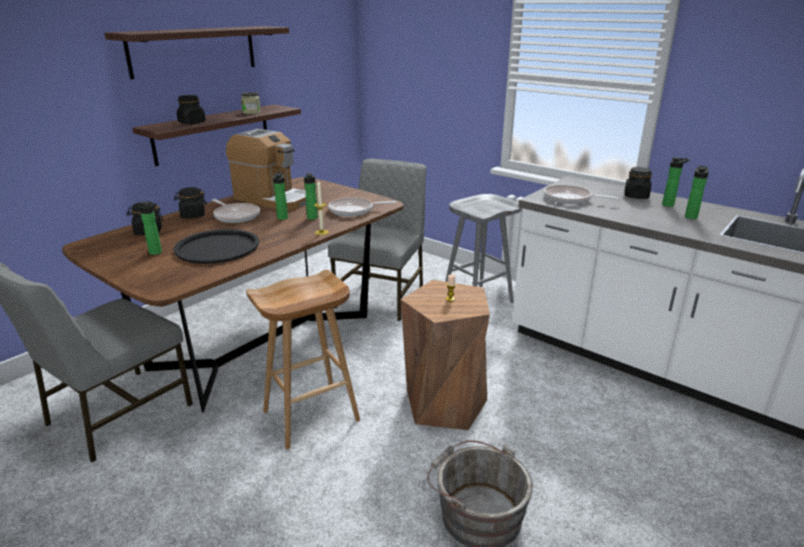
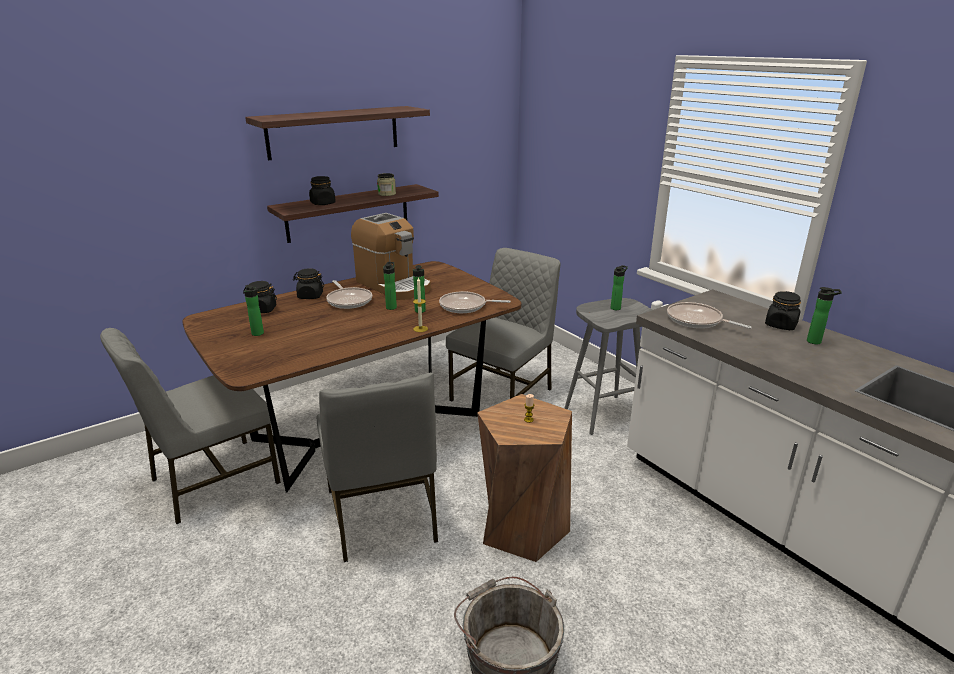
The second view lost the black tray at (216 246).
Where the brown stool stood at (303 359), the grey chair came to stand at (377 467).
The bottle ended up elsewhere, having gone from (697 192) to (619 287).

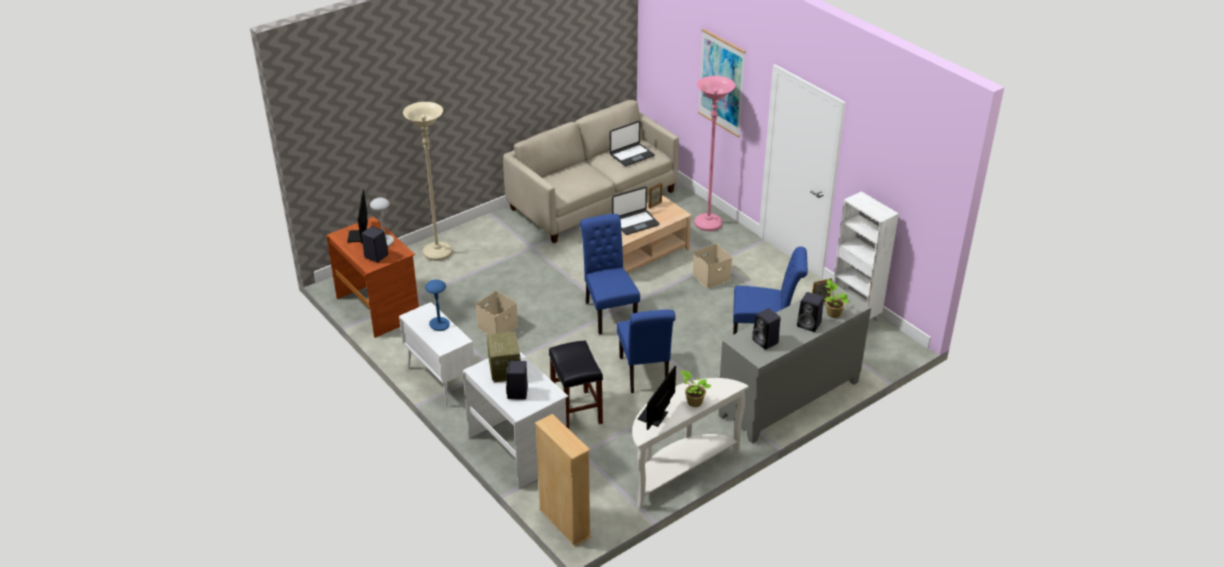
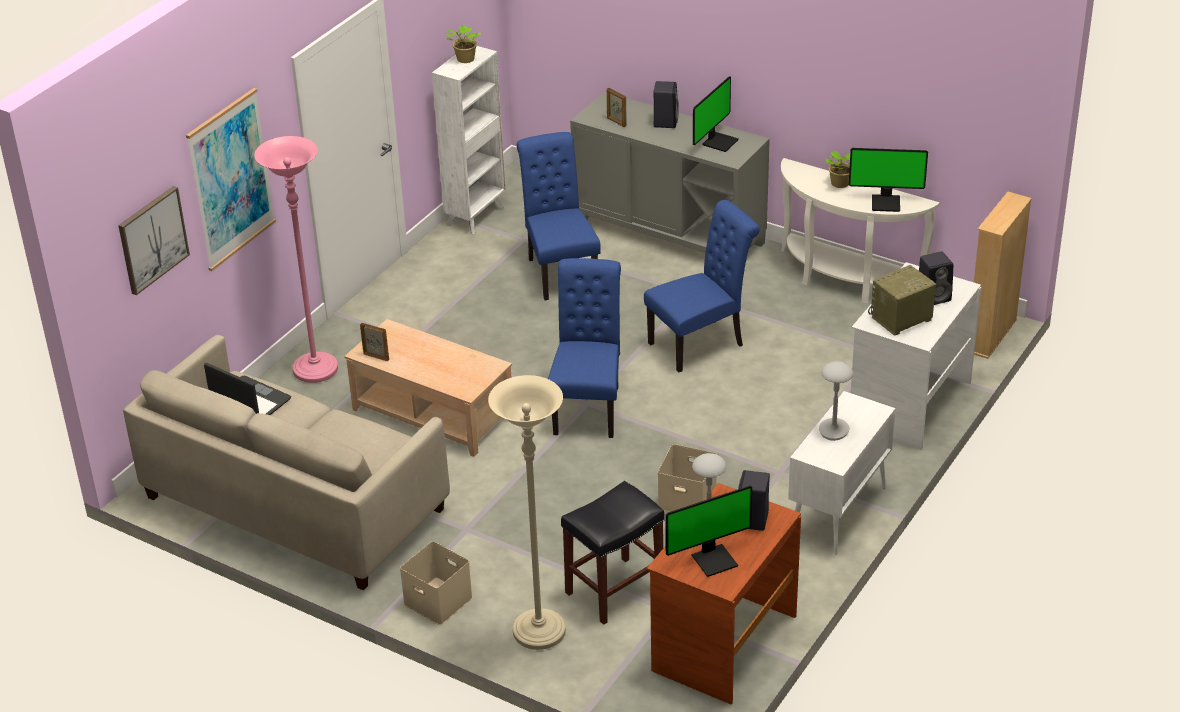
What was the blue table lamp at (437 305) turned into the grey table lamp at (836 401).
The black stool ended up elsewhere, having gone from (576 384) to (613 553).
The blue chair at (610 274) ended up facing another way, 135 degrees clockwise from before.
The second view lost the laptop at (636 211).
The beige storage box ended up elsewhere, having gone from (712 266) to (436 583).
Where the black speaker stood at (766 329), the monitor came to stand at (716 114).
The potted plant ended up elsewhere, having gone from (837 298) to (462 44).
The second view gained the picture at (154 240).

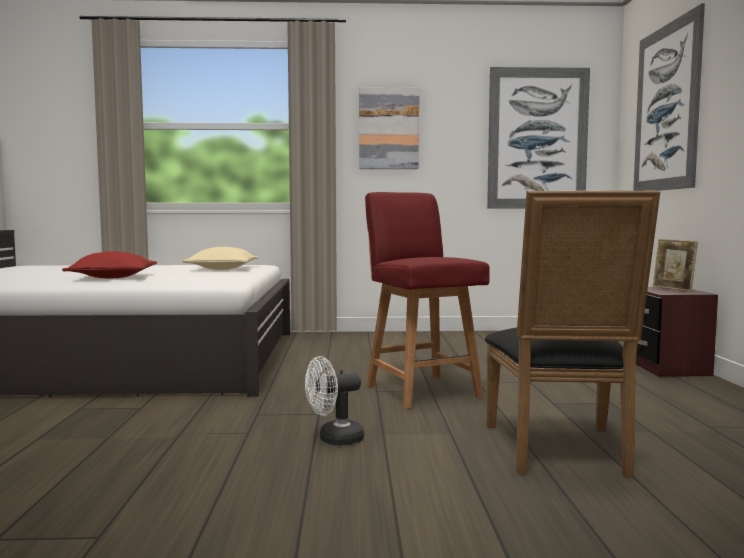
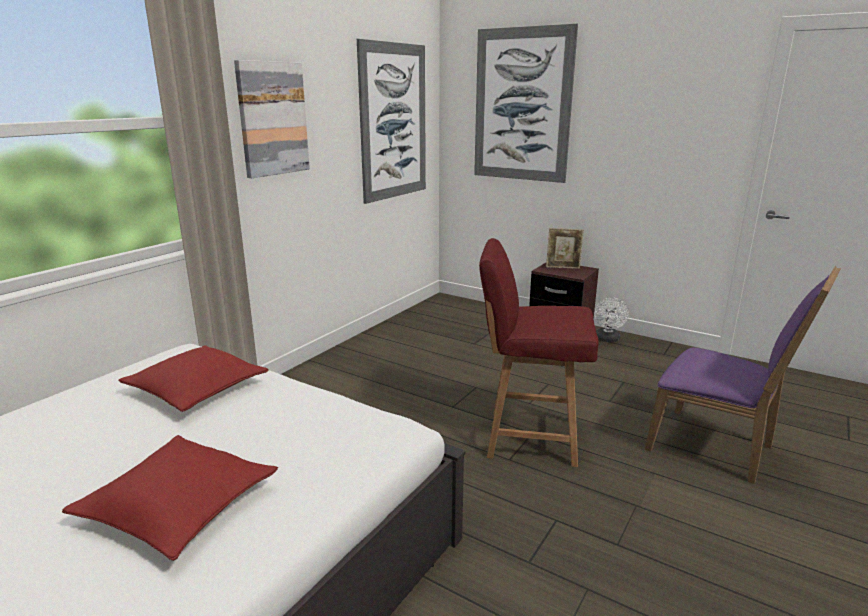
What was the beige pillow at (220 258) turned into the red pillow at (194 378).
The white fan ended up elsewhere, having gone from (334 400) to (612 320).
What was the black chair at (572 334) turned into the purple chair at (743 375).

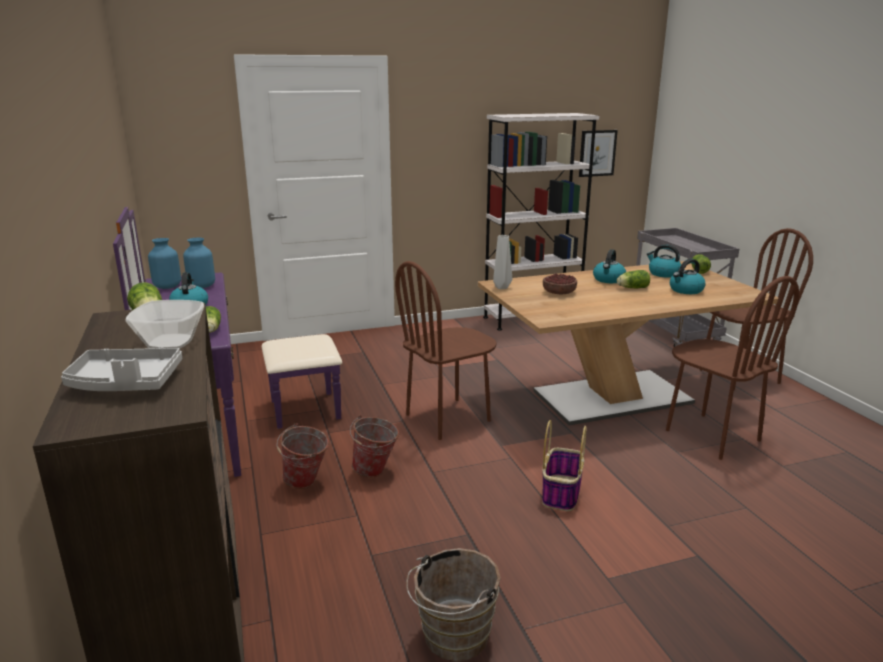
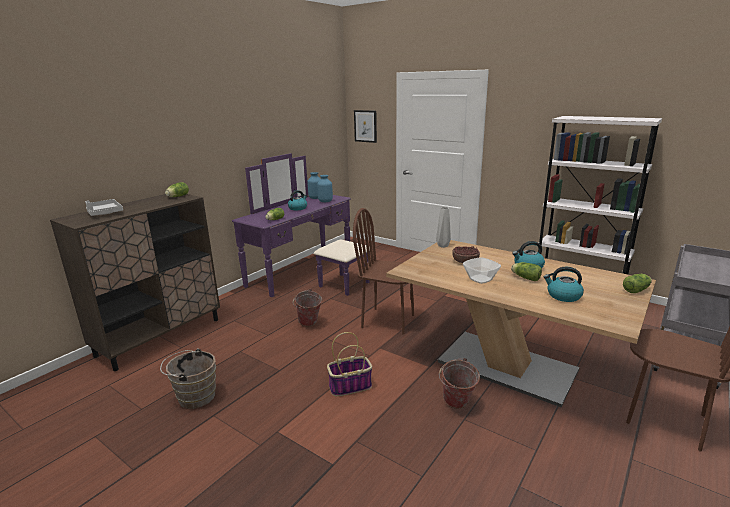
The bowl ended up elsewhere, having gone from (165 324) to (482 270).
The bucket ended up elsewhere, having gone from (303 456) to (459 383).
The picture ended up elsewhere, having gone from (598 153) to (365 126).
The second view lost the kettle at (664 261).
The second view lost the brown chair at (732 368).

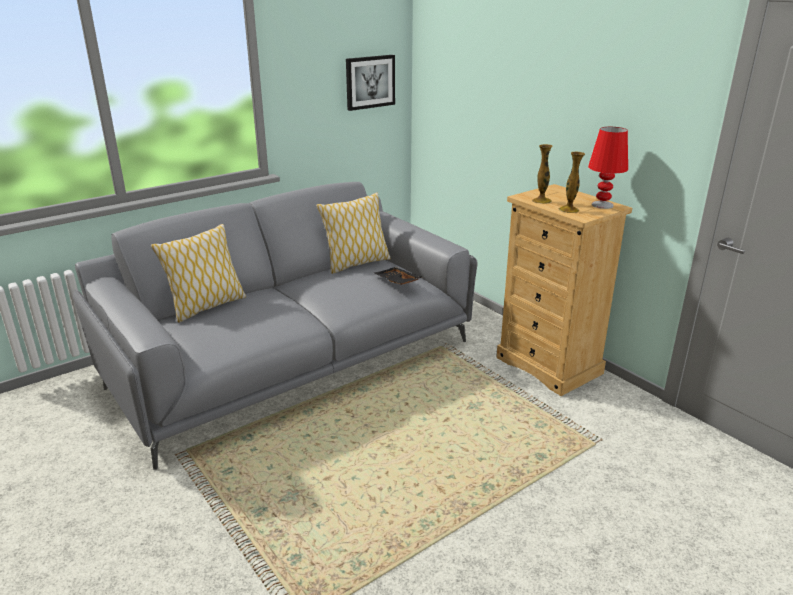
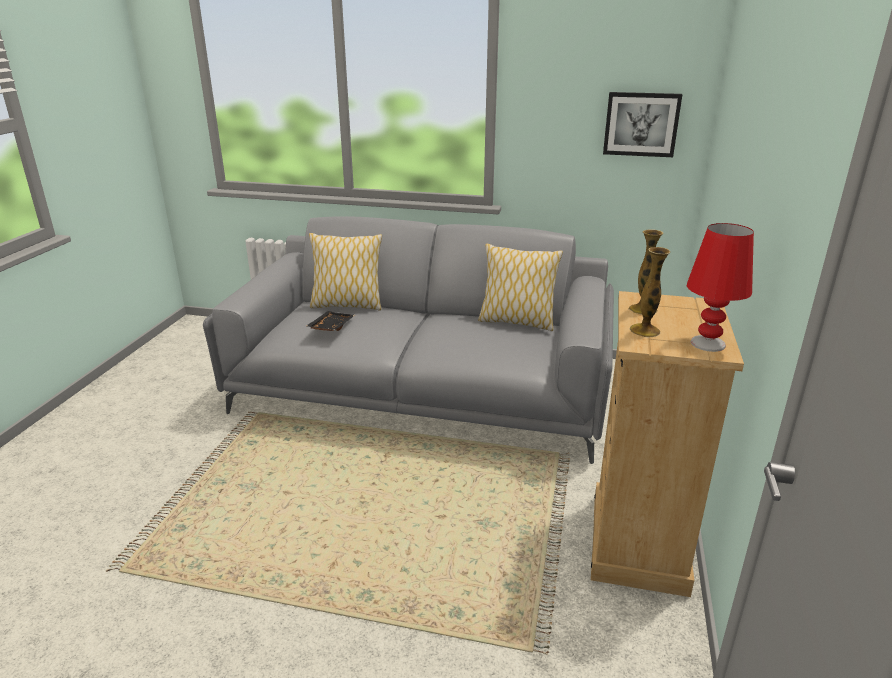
The black tray ended up elsewhere, having gone from (398 276) to (330 321).

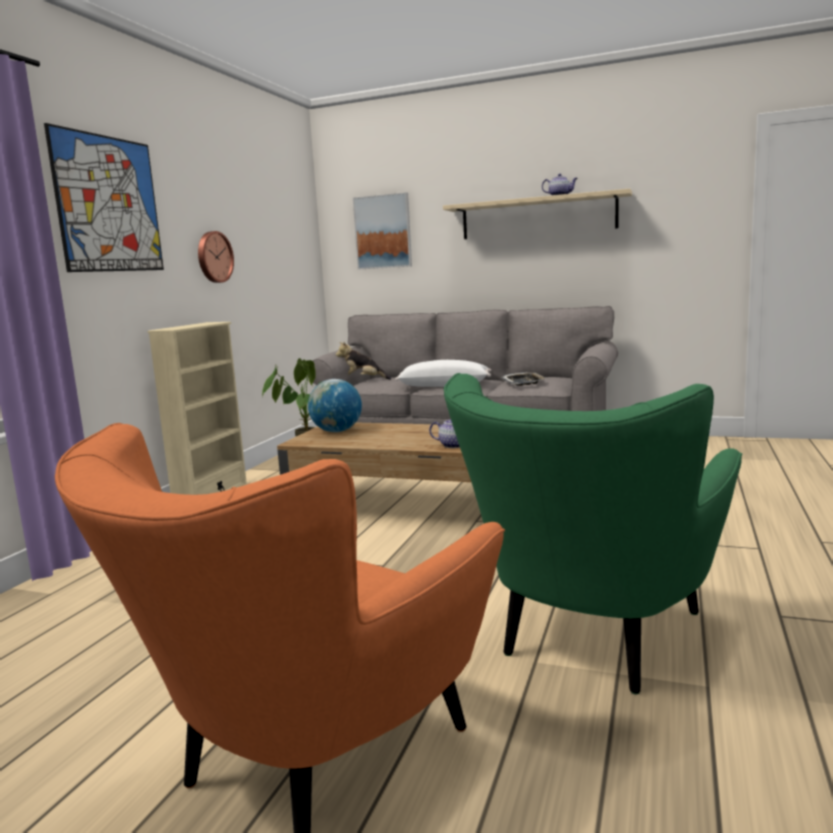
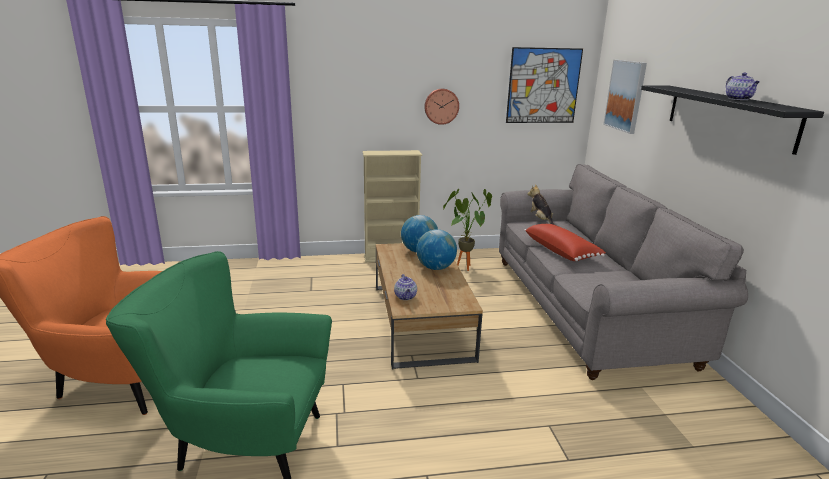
The picture ended up elsewhere, having gone from (104 197) to (544 85).
What was the white pillow at (443 373) turned into the red pillow at (565 242).
What was the beige shelf at (537 214) turned into the black shelf at (732 120).
The second view lost the tray at (523 379).
The second view gained the globe at (436 249).

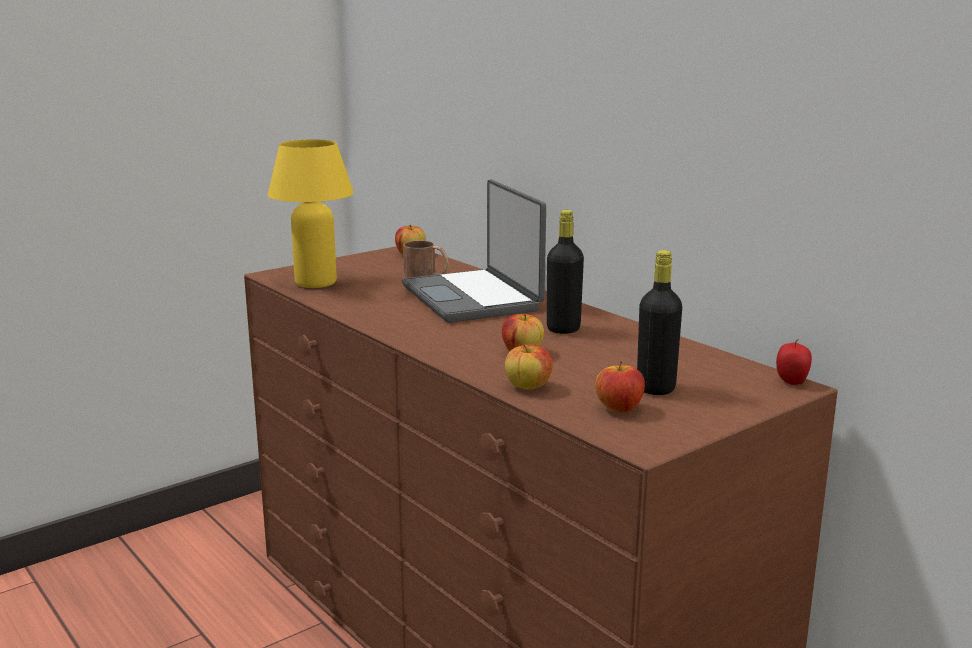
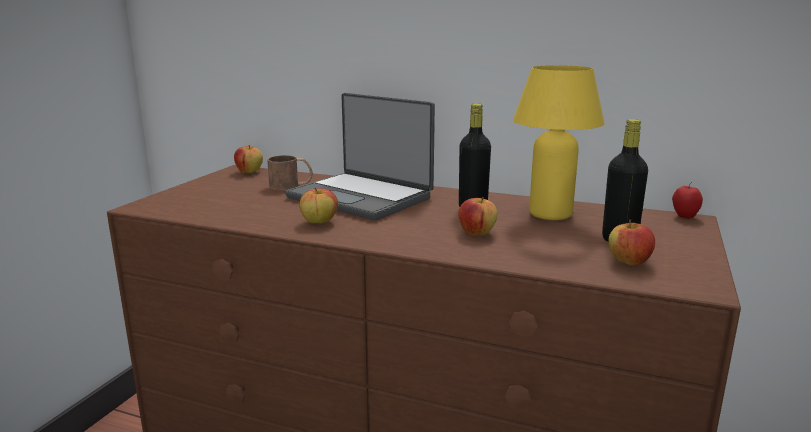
The yellow table lamp ended up elsewhere, having gone from (311 213) to (559 142).
The apple ended up elsewhere, having gone from (529 367) to (318 206).

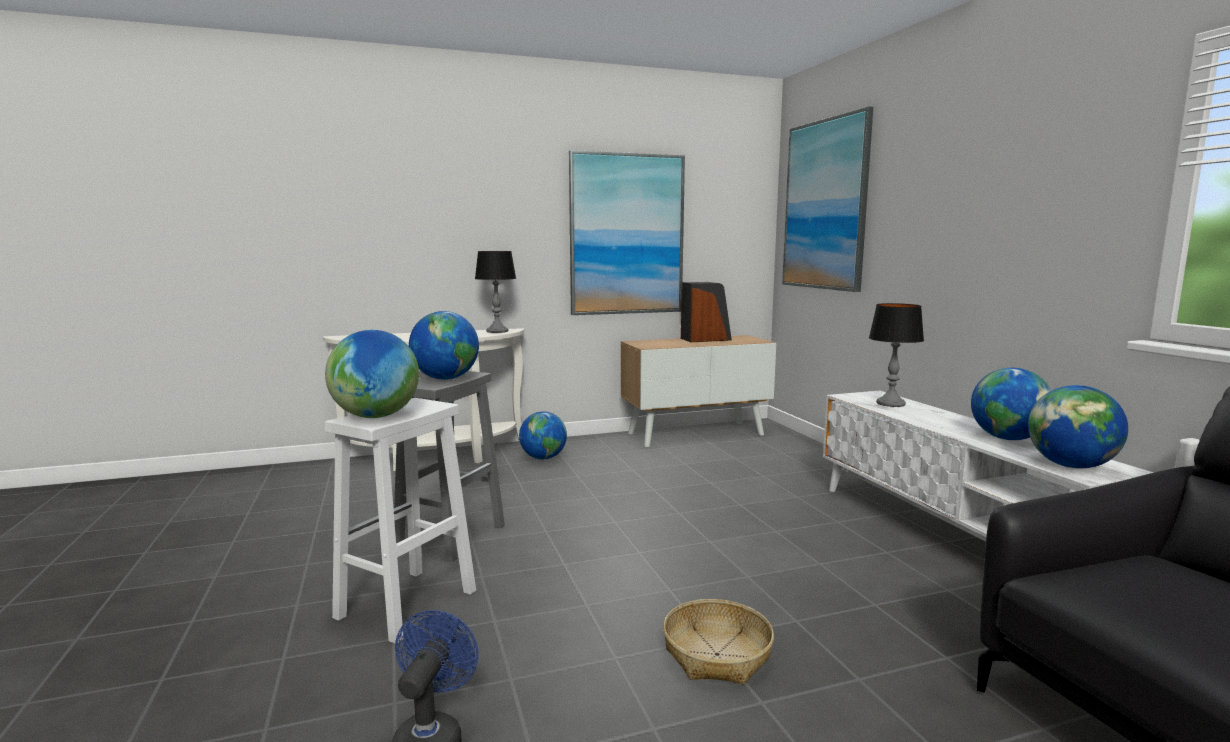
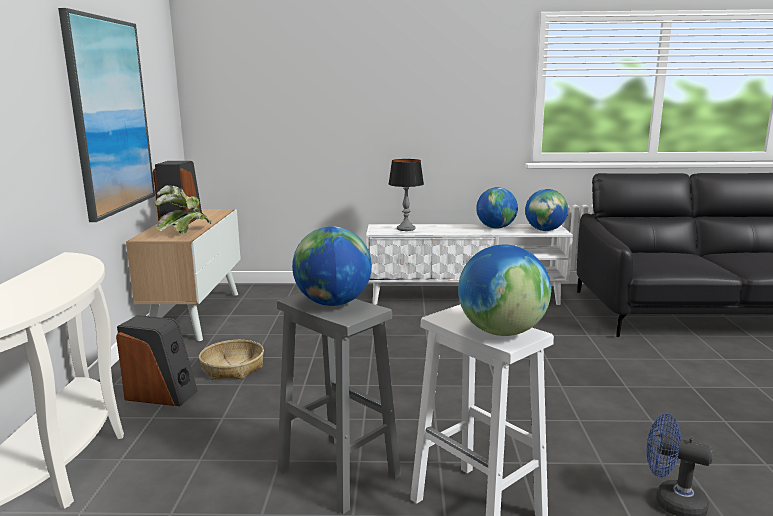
The second view lost the table lamp at (495 292).
Where the globe stood at (543 435), the speaker came to stand at (157 360).
The basket ended up elsewhere, having gone from (718 642) to (231 360).
The second view lost the picture at (827 199).
The second view gained the potted plant at (183 209).

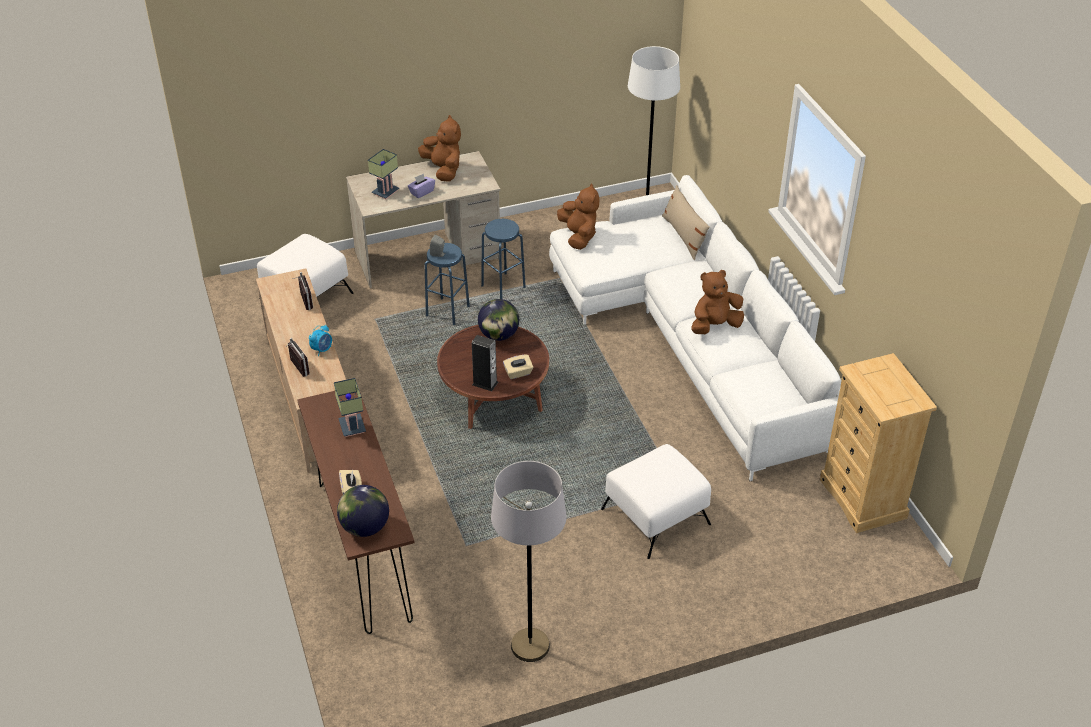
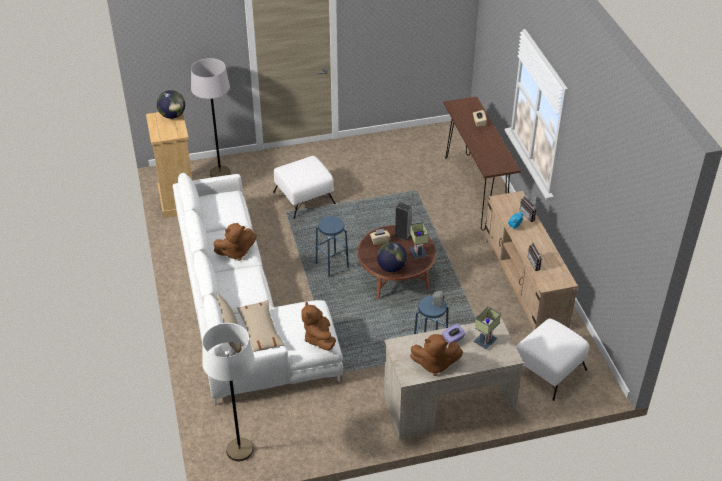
The table lamp ended up elsewhere, having gone from (350 407) to (419 240).
The globe ended up elsewhere, having gone from (363 511) to (171 104).
The brown plush toy at (439 148) ended up facing another way, 60 degrees counterclockwise from before.
The blue stool ended up elsewhere, having gone from (503 259) to (332 246).
The grey floor lamp ended up elsewhere, having gone from (529 561) to (211 117).
The second view gained the beige pillow at (261 326).

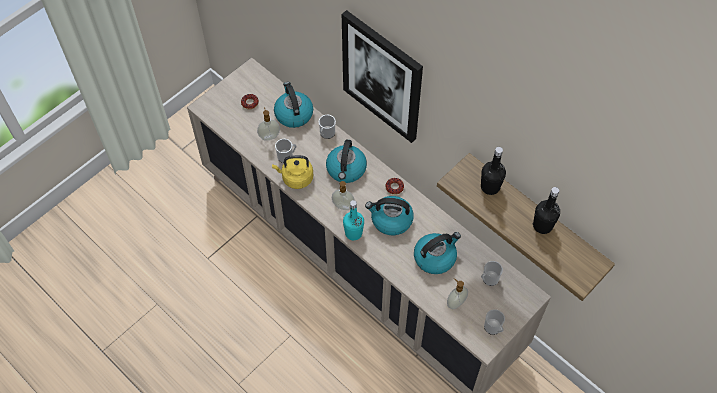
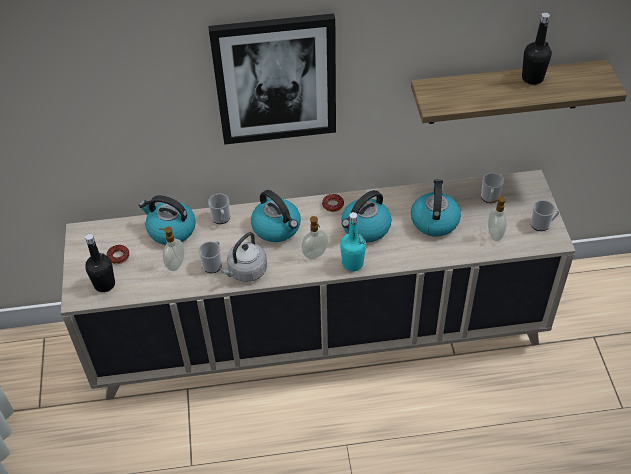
What was the yellow kettle at (292 172) turned into the grey kettle at (244 257).
The black bottle ended up elsewhere, having gone from (493 171) to (100 263).

